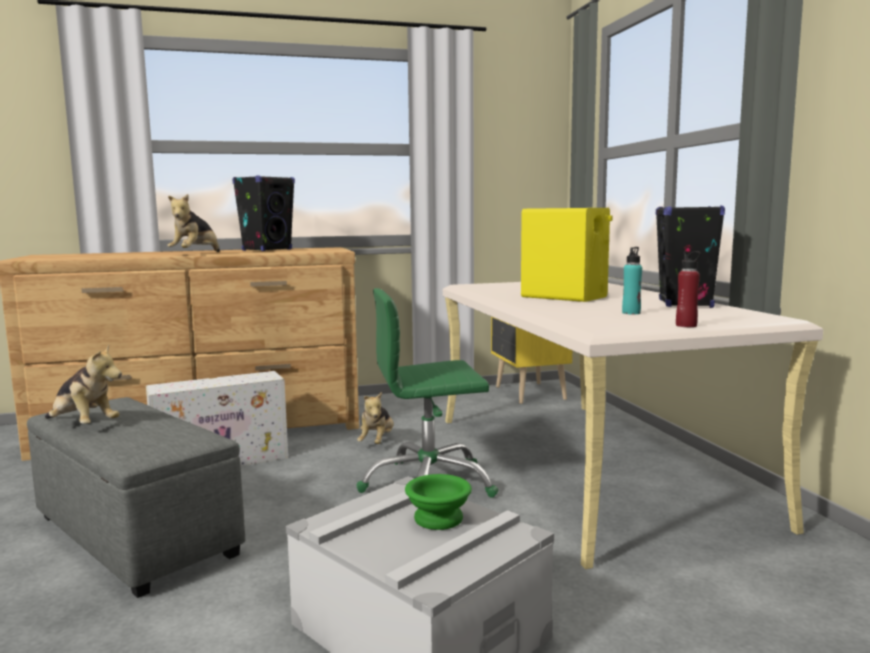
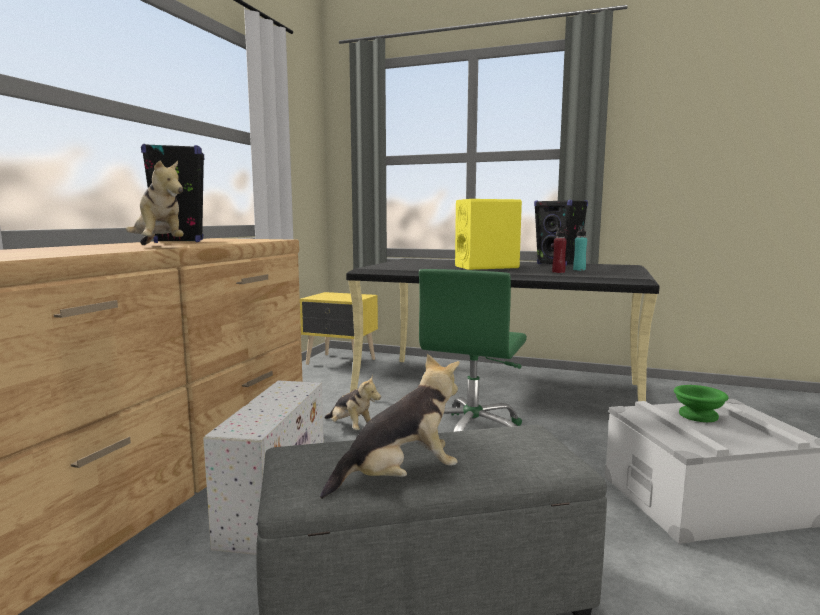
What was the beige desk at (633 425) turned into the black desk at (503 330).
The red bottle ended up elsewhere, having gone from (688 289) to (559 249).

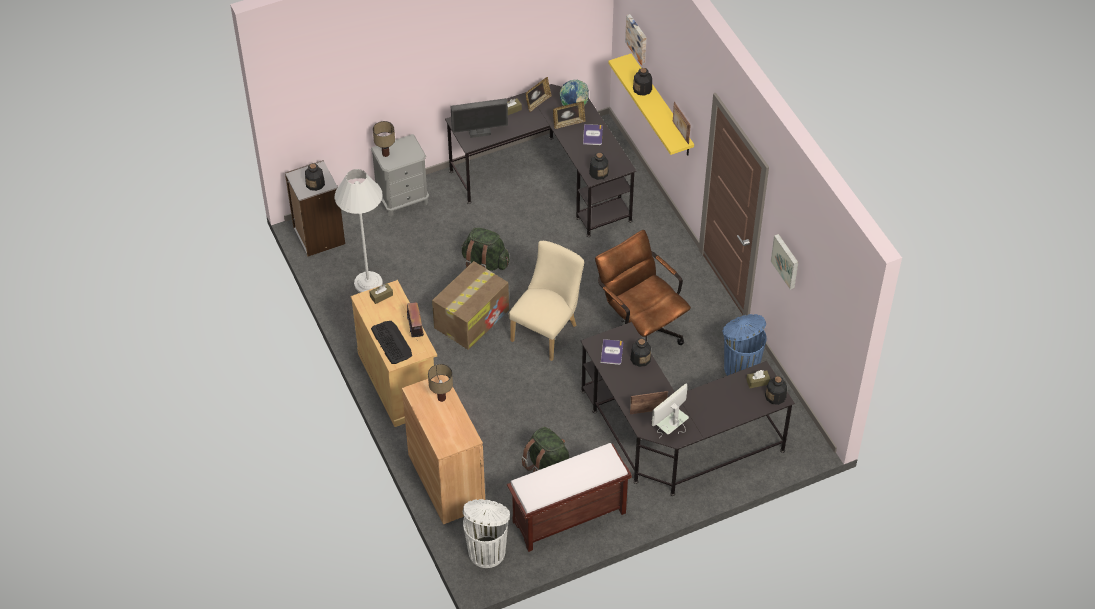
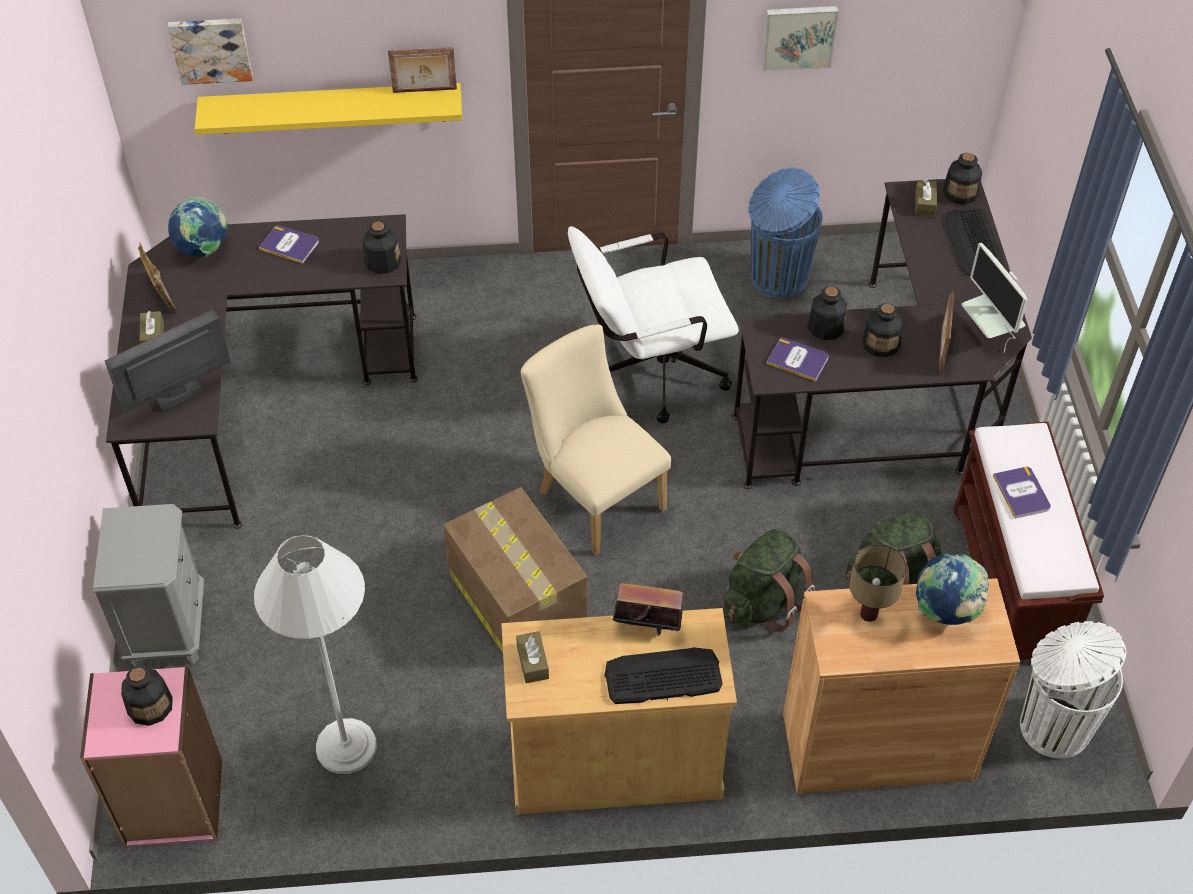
What was the grey bookcase at (315 208) turned into the pink bookcase at (151 757).
The second view lost the table lamp at (384 139).
The monitor at (479 118) ended up facing another way, 135 degrees counterclockwise from before.
The green backpack ended up elsewhere, having gone from (485 249) to (769 580).
The second view lost the picture frame at (569 115).
What was the brown office chair at (643 287) turned into the white office chair at (653 324).
The bottle ended up elsewhere, having gone from (642 82) to (882 330).
The second view gained the globe at (952 589).
The second view gained the keyboard at (975 241).
The second view gained the book at (1022 493).

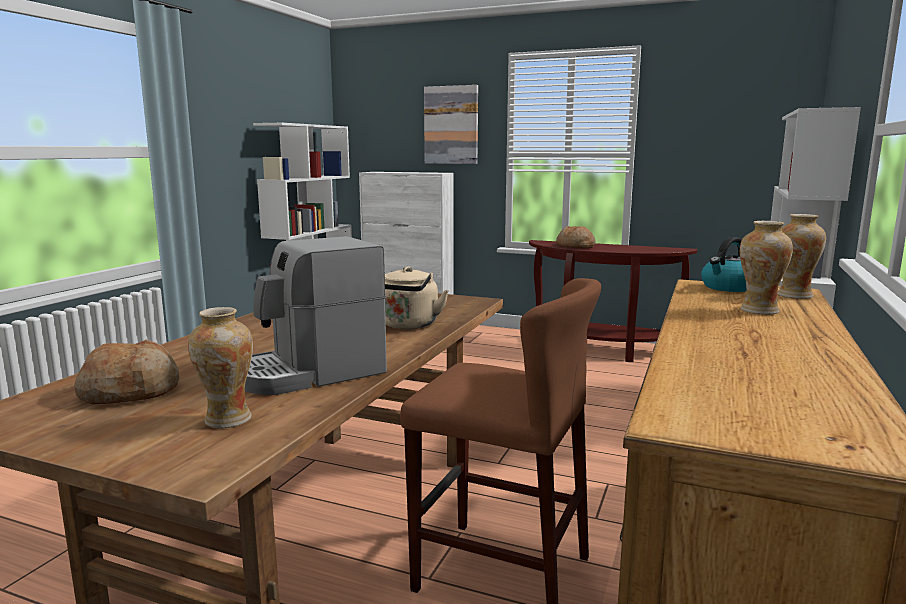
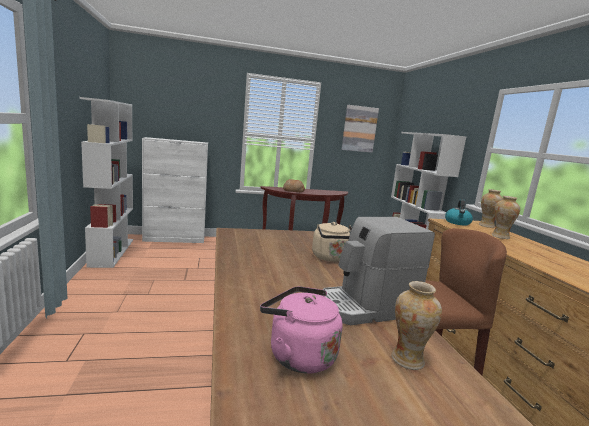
Where the bread stood at (126 372), the pink kettle came to stand at (301 330).
The coffee machine at (316 315) ended up facing another way, 45 degrees clockwise from before.
The picture ended up elsewhere, having gone from (451 124) to (360 129).

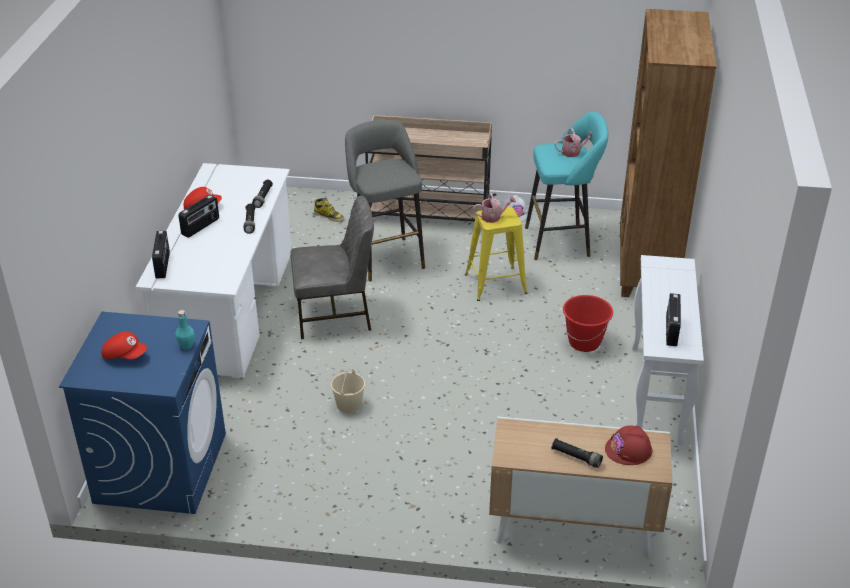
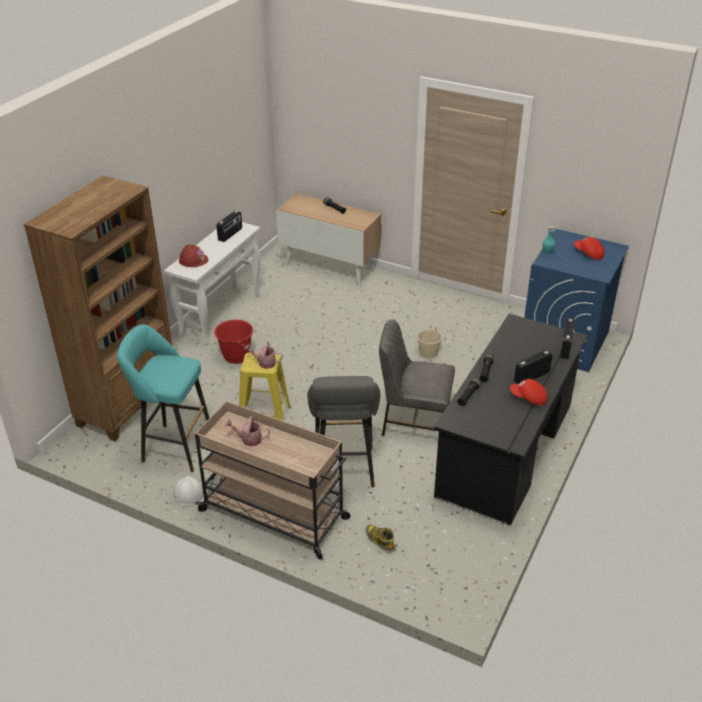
What was the white desk at (214 270) turned into the black desk at (511 419).
The watering can ended up elsewhere, having gone from (573 142) to (247 431).
The red hard hat ended up elsewhere, having gone from (629 445) to (193 255).

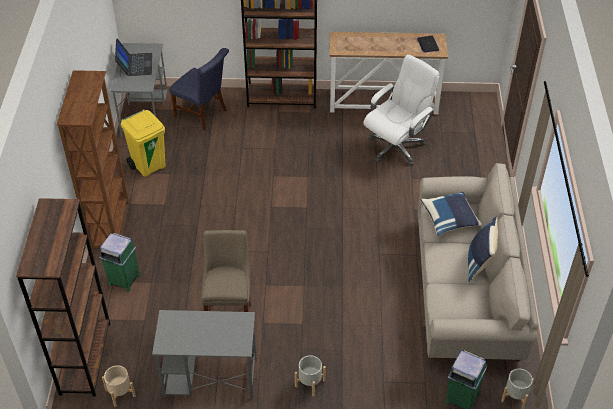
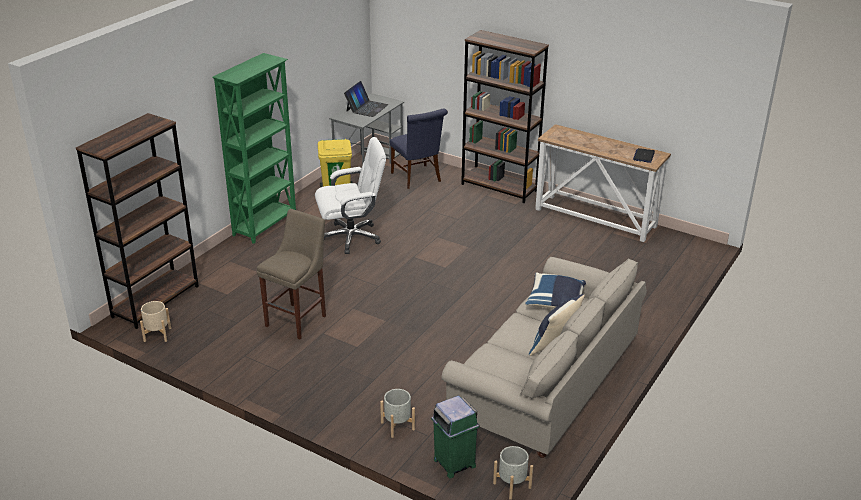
What was the brown bookcase at (93 161) turned into the green bookcase at (254 148).
The second view lost the green trash can at (120 262).
The second view lost the grey desk at (204 354).
The grey planter ended up elsewhere, having gone from (310 376) to (397 413).
The white office chair ended up elsewhere, having gone from (401 110) to (350 195).

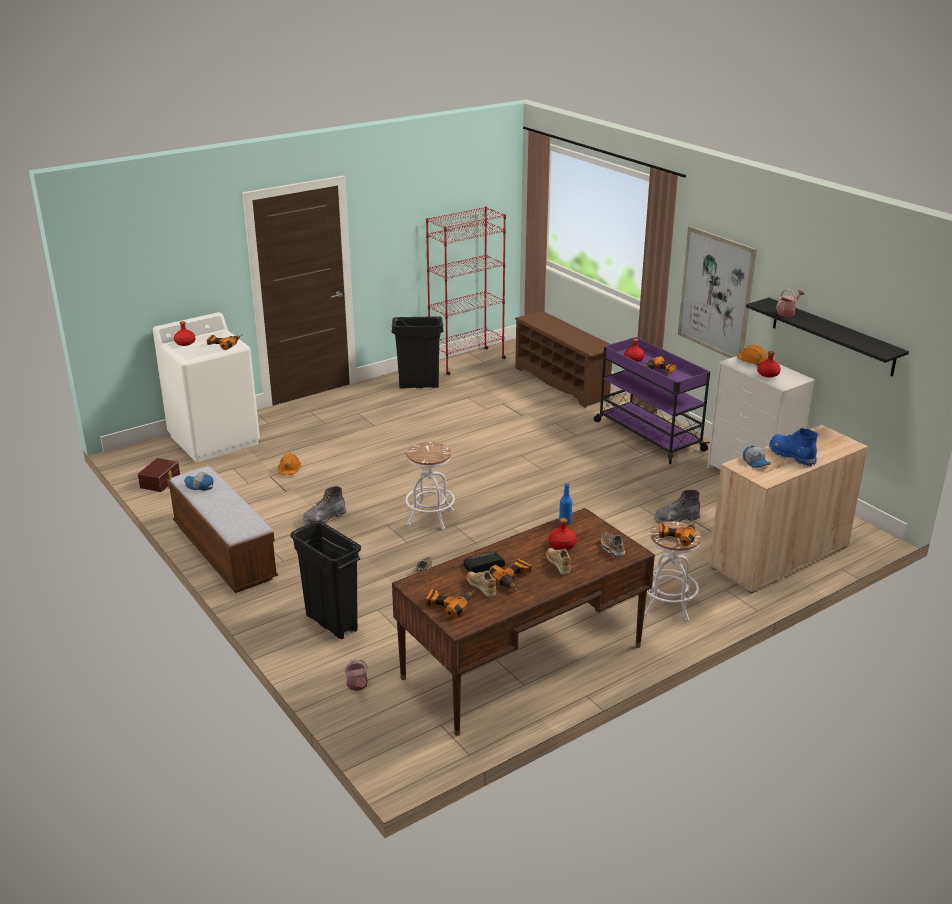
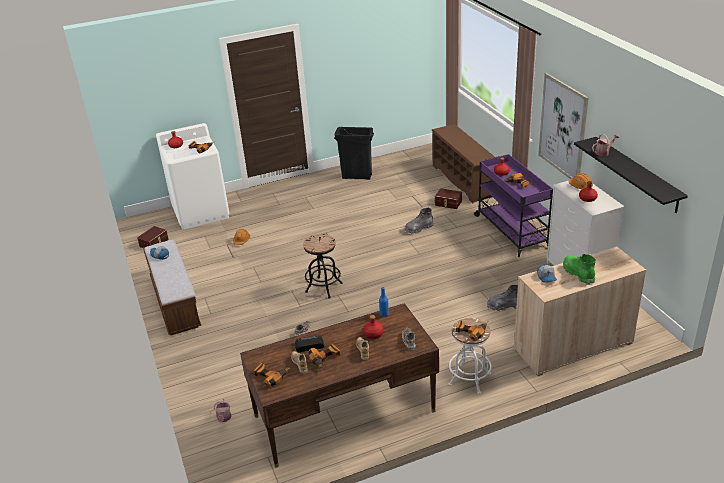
The second view lost the black trash can at (325 580).
The grey boot ended up elsewhere, having gone from (324 505) to (419 221).
What was the white stool at (430 486) turned into the black stool at (323 266).
The second view lost the red bookcase at (466 290).
What was the blue boot at (793 447) turned into the green boot at (579 269).
The second view gained the brown storage box at (448 198).

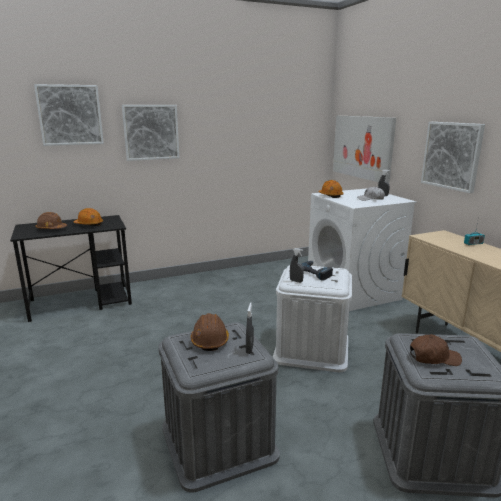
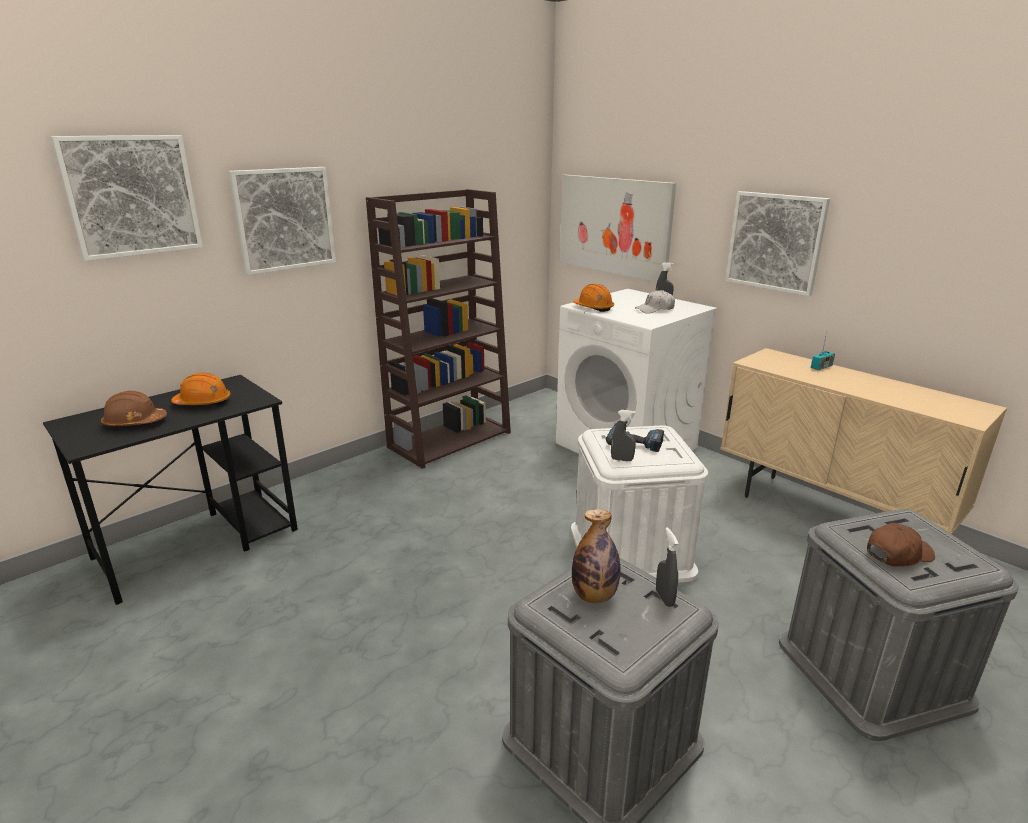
Where the brown hard hat stood at (210 332), the bottle came to stand at (596 556).
The second view gained the brown bookcase at (438 329).

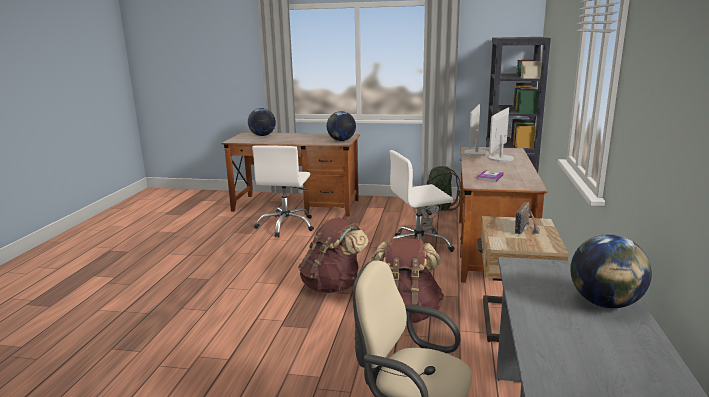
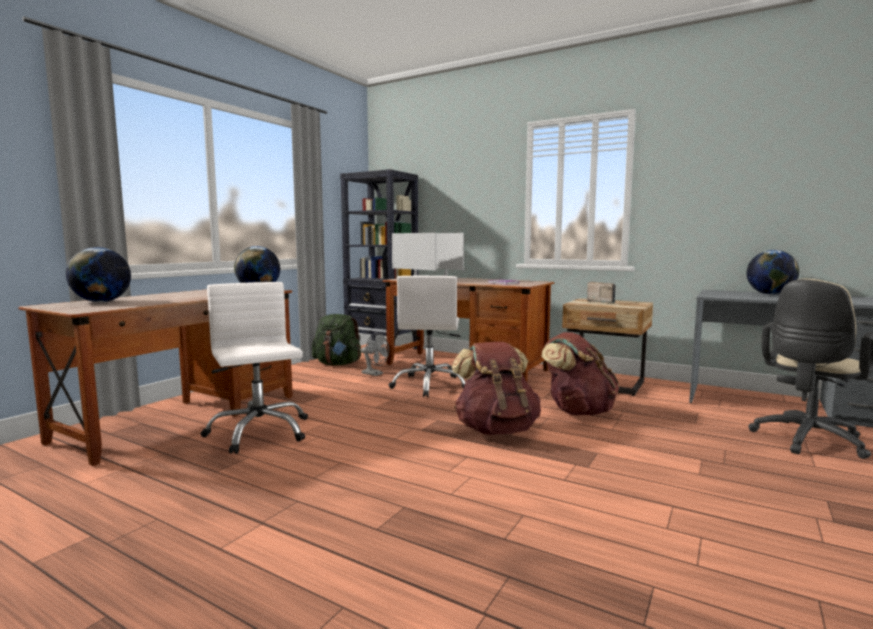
The white office chair at (283 191) ended up facing another way, 150 degrees counterclockwise from before.

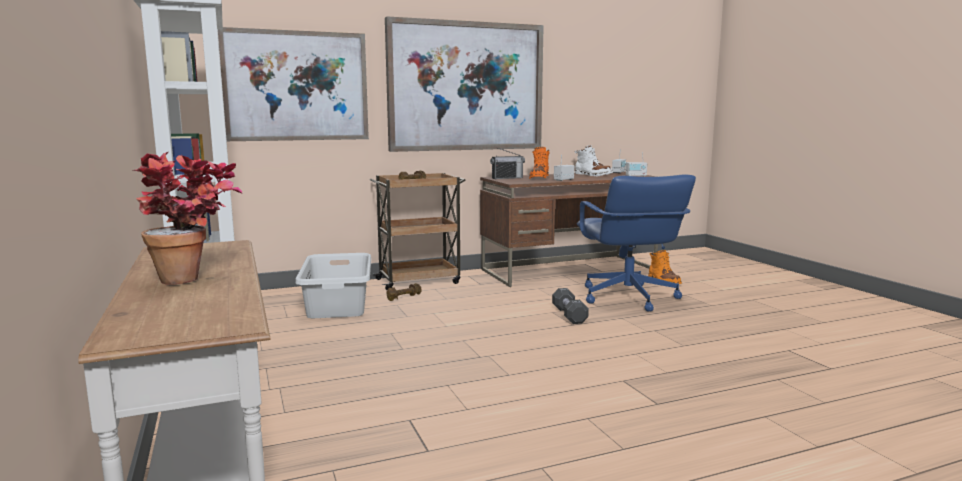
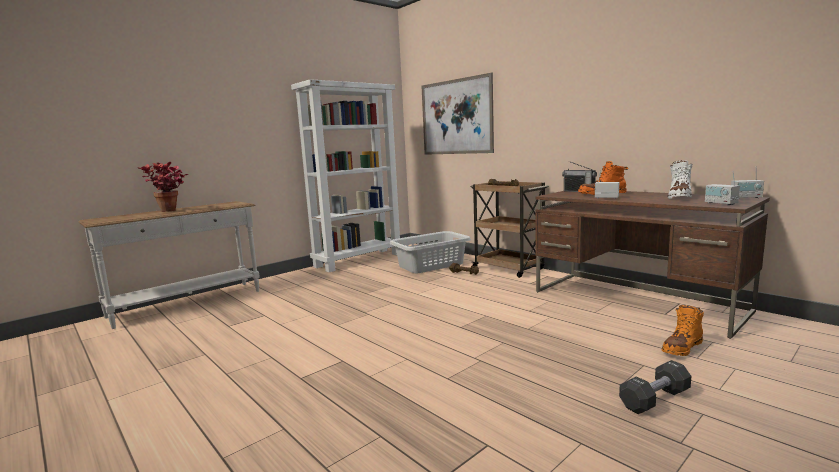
The second view lost the picture at (464 84).
The black dumbbell ended up elsewhere, having gone from (570 306) to (655 387).
The second view lost the blue office chair at (636 243).

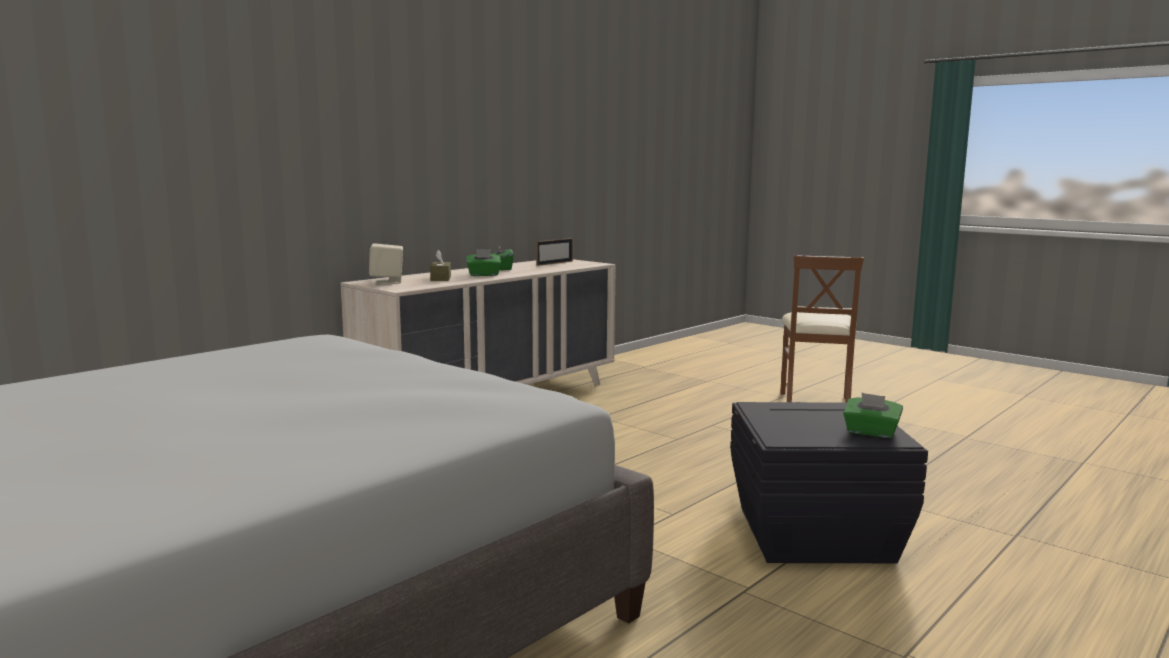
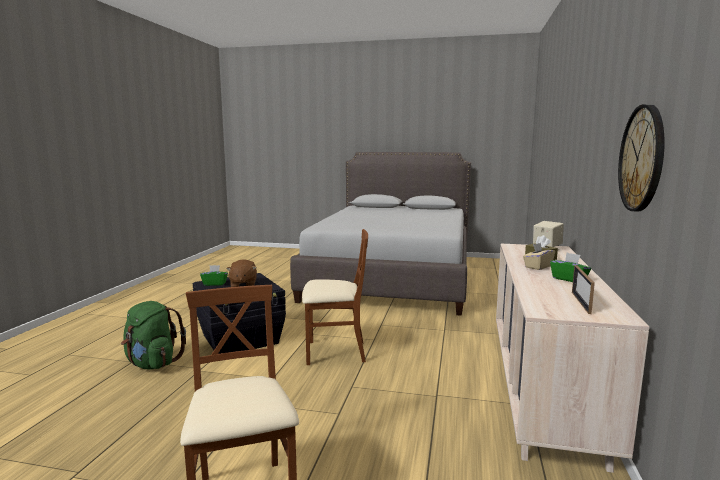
What was the green tissue box at (483 262) turned into the beige tissue box at (539 256).
The second view gained the green backpack at (153 335).
The second view gained the brown plush toy at (241 273).
The second view gained the brown chair at (335 297).
The second view gained the wall clock at (641 157).

